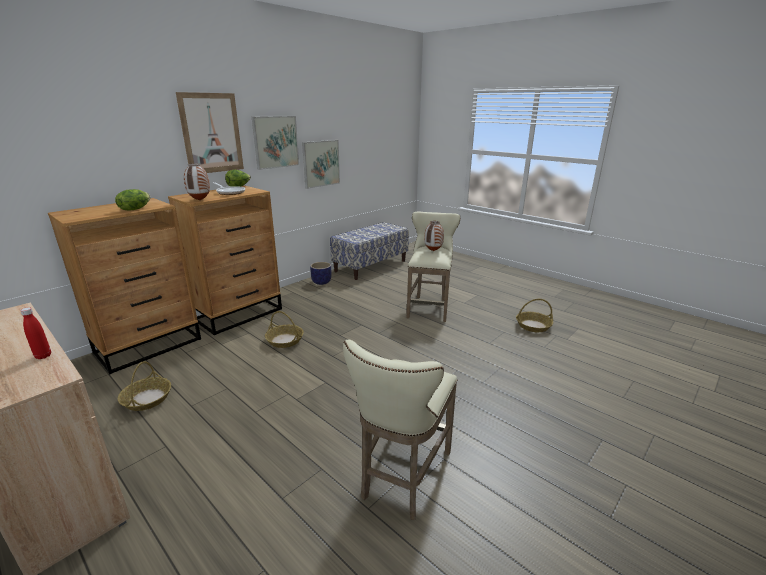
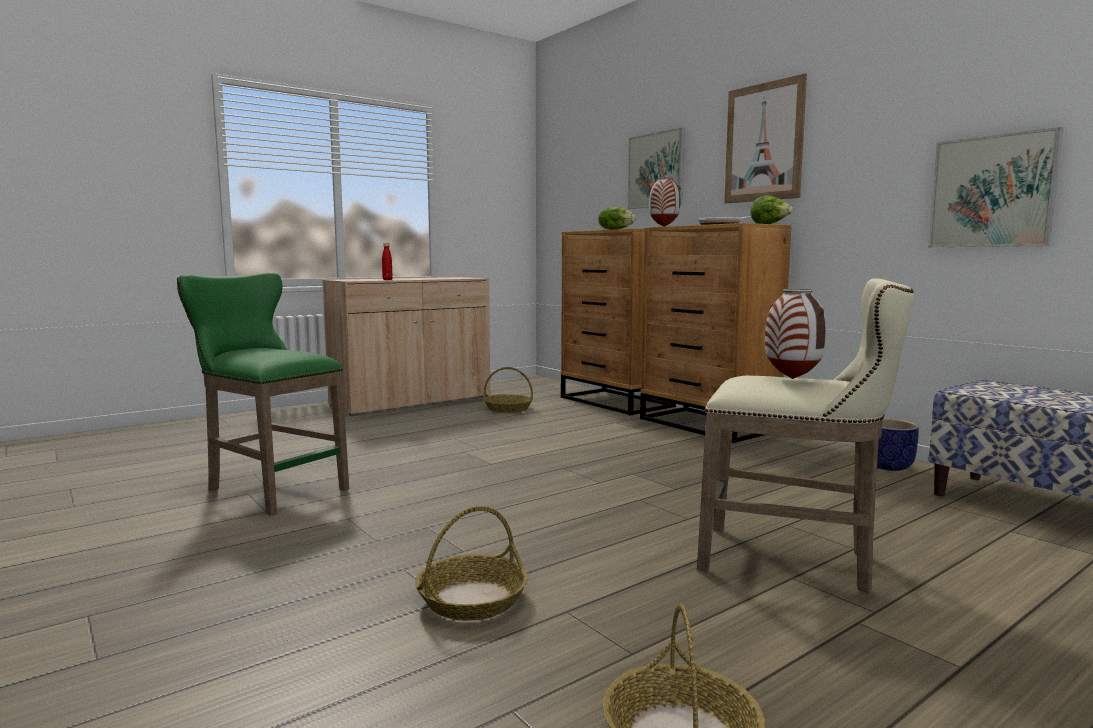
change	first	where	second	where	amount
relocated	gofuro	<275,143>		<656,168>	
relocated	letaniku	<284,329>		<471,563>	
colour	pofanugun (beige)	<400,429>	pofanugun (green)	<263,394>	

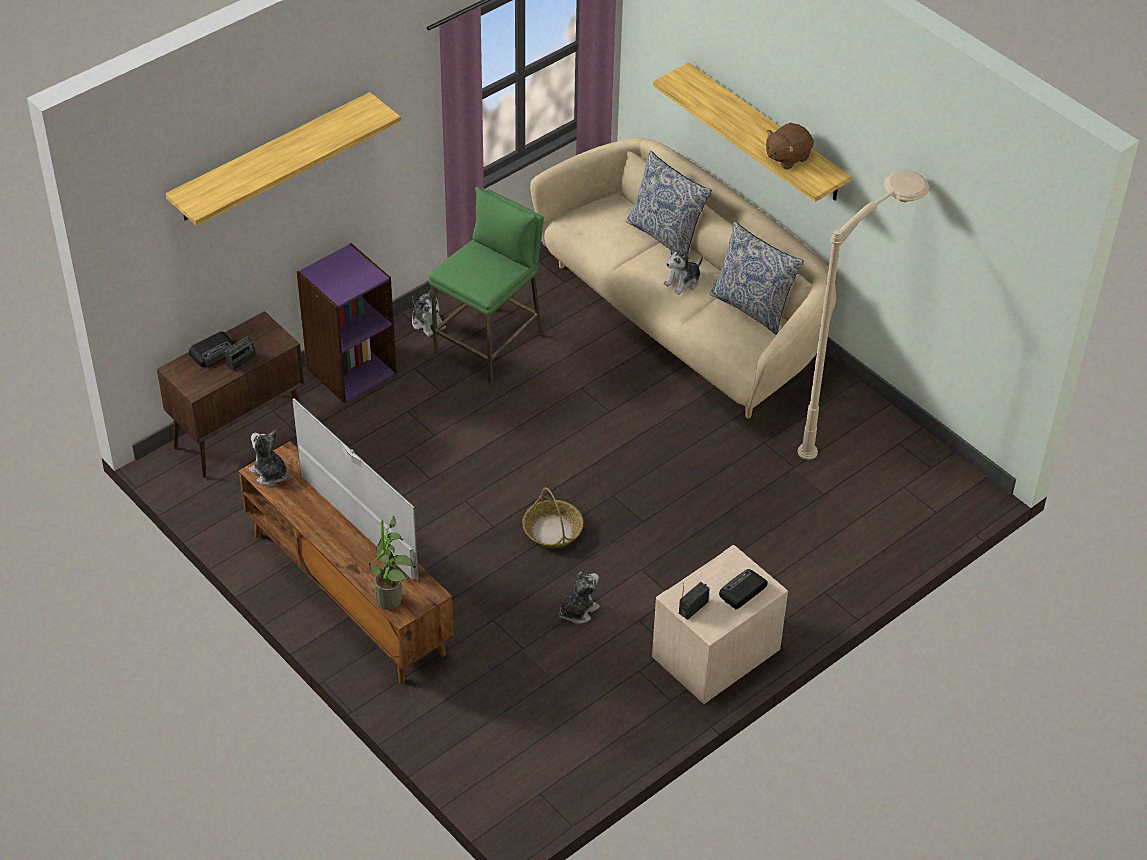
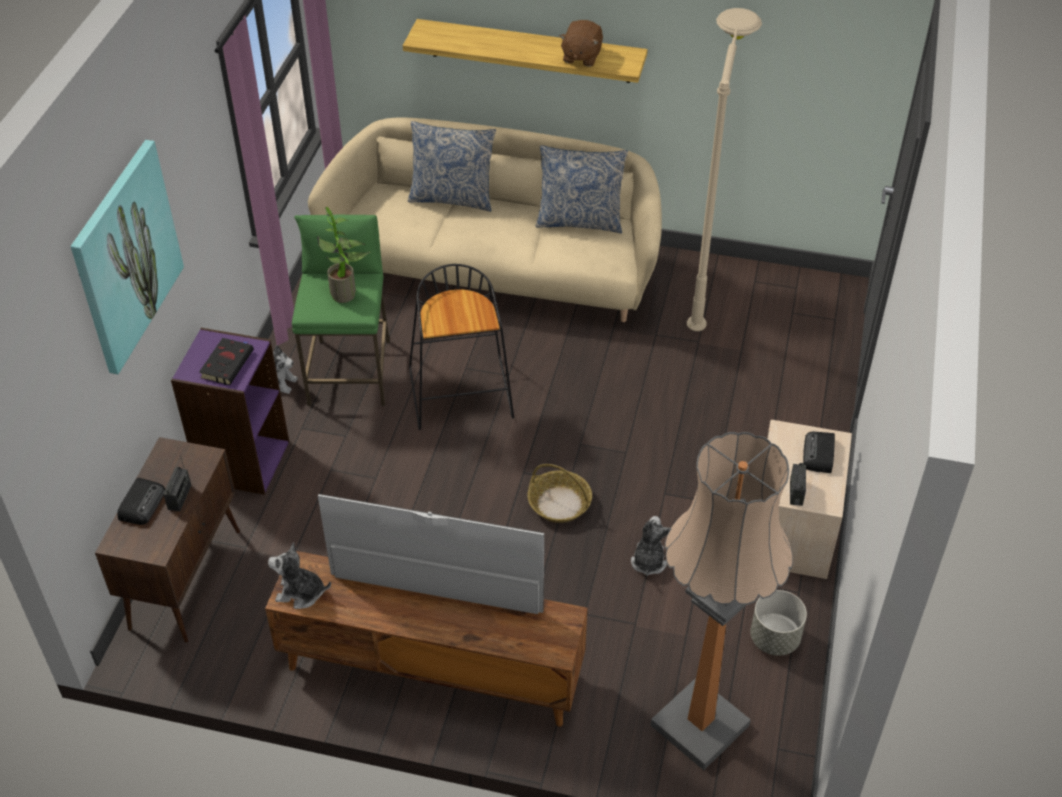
change	first	where	second	where	amount
missing	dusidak	<683,270>			
appeared			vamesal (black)	<226,361>	
appeared			pofanugun (black)	<461,347>	
appeared			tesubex	<722,601>	
appeared			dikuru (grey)	<778,623>	
relocated	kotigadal	<392,563>		<343,255>	
exchanged	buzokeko	<283,159>	gofuro	<127,257>	

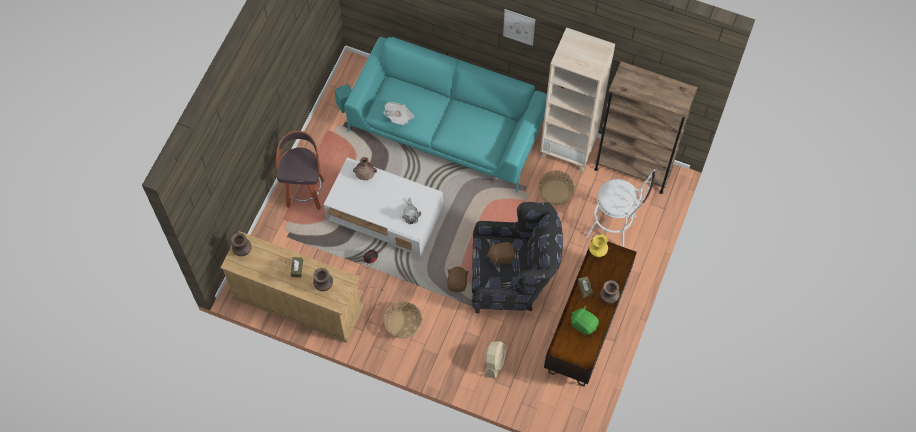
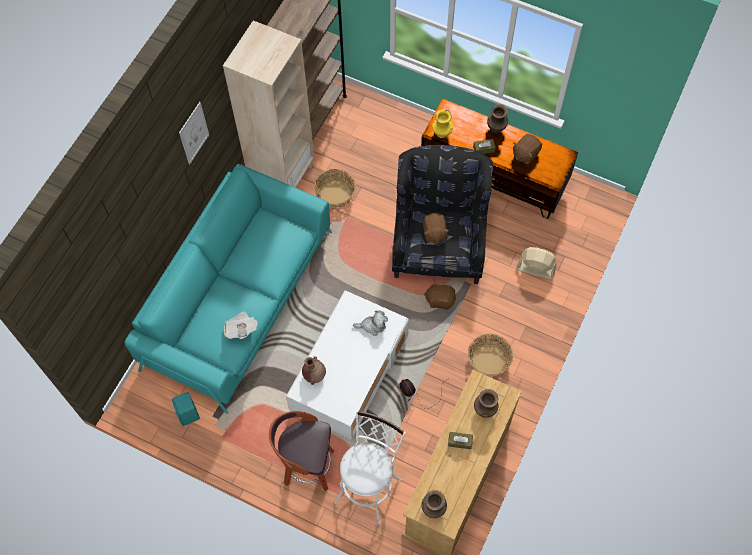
change	first	where	second	where	amount
relocated	pofanugun (white)	<620,208>		<370,467>	
colour	dusidak (green)	<585,320>	dusidak (brown)	<527,149>	

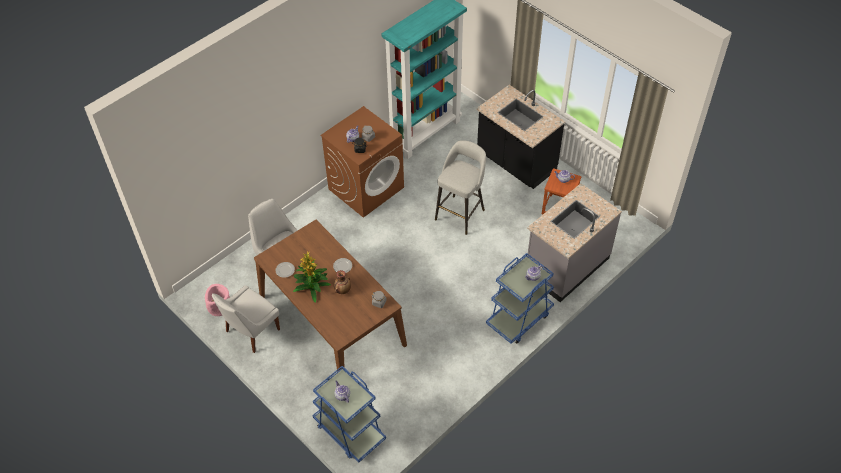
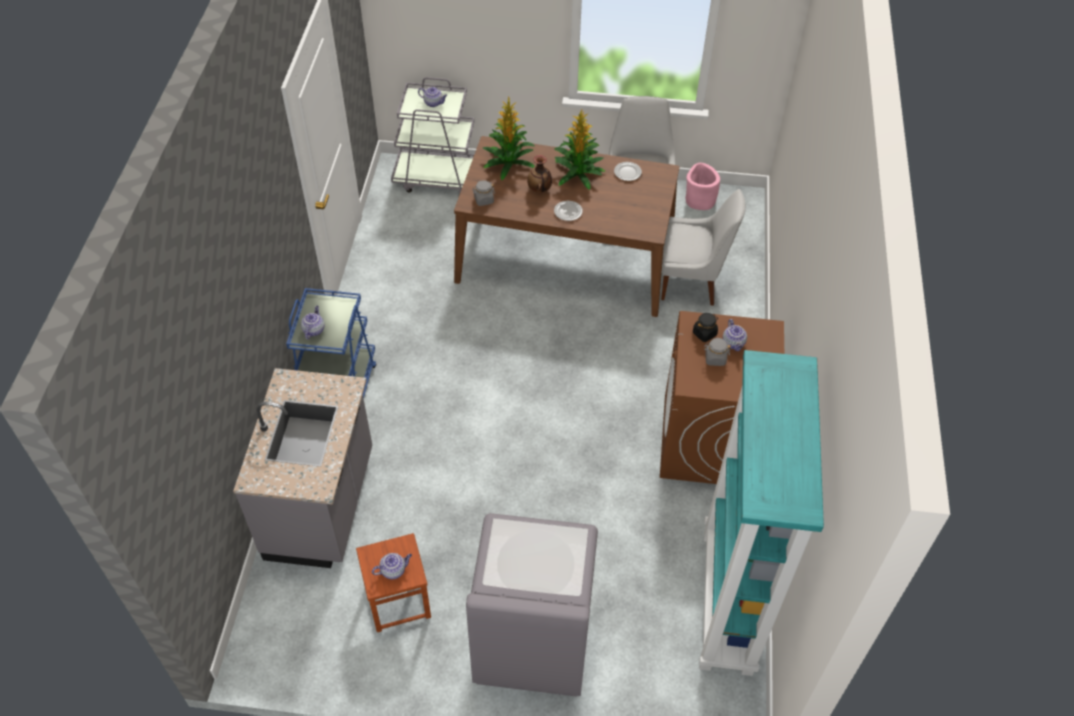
change	first	where	second	where	amount
missing	pofanugun (grey)	<460,187>			
appeared			kotigadal	<509,138>	
exchanged	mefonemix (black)	<520,137>	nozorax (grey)	<532,605>	
colour	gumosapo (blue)	<349,414>	gumosapo (grey)	<432,135>	

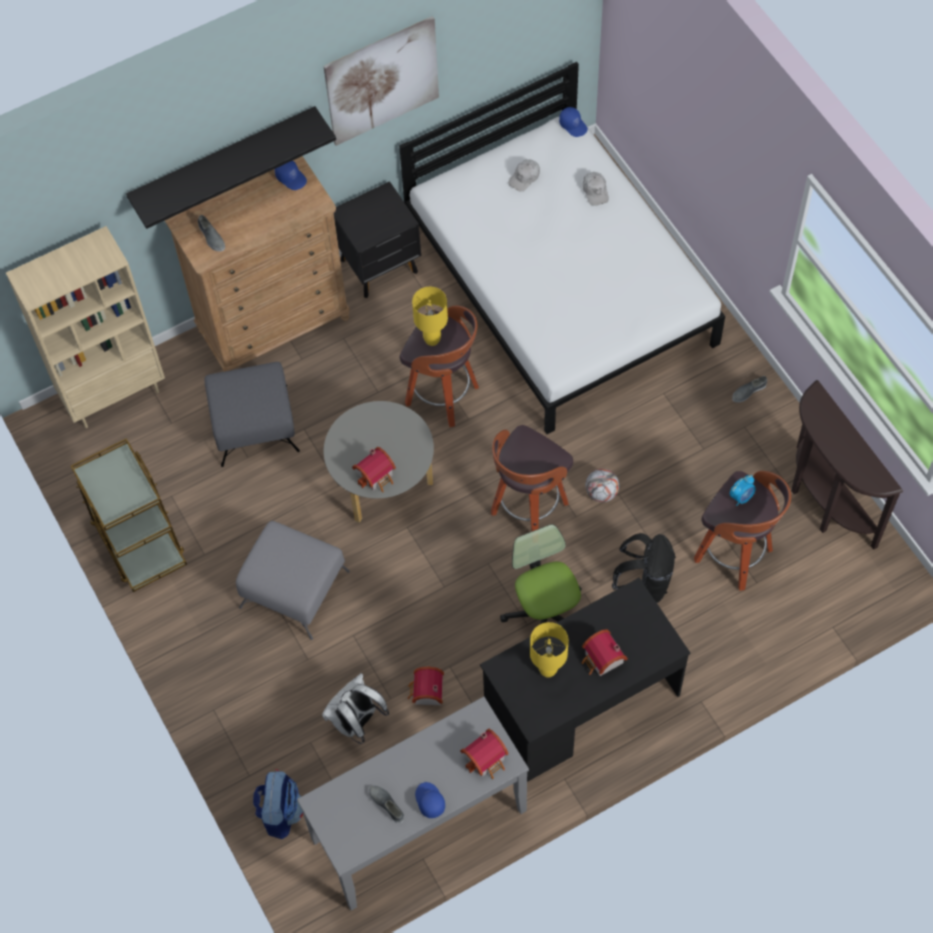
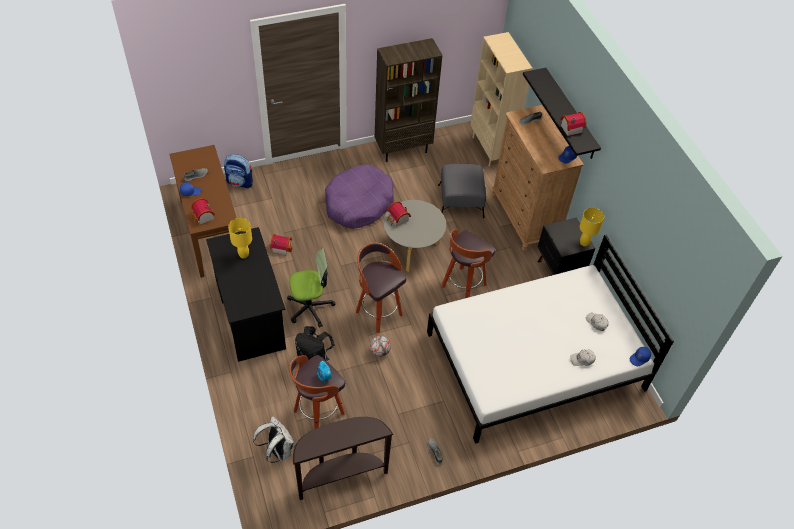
change	first	where	second	where	amount
missing	gofuro	<381,81>			
relocated	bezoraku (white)	<355,708>		<274,439>	
relocated	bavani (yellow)	<430,316>		<591,227>	
relocated	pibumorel	<605,652>		<573,124>	
exchanged	gumosapo (brown)	<129,515>	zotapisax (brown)	<408,100>	
exchanged	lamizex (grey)	<293,580>	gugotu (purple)	<359,196>	
colour	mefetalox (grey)	<413,804>	mefetalox (brown)	<203,211>	

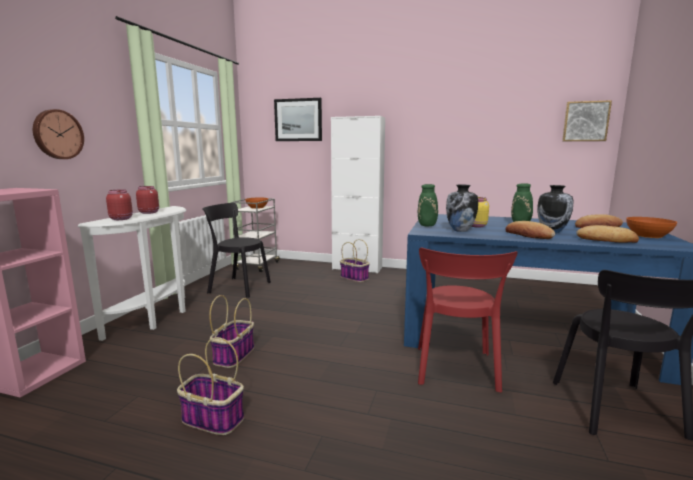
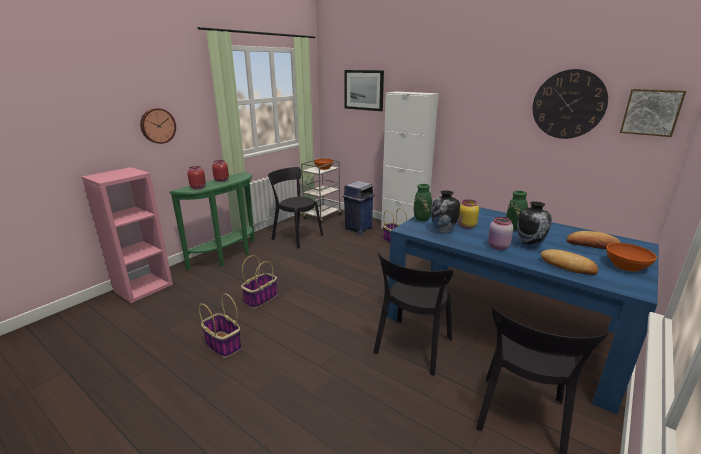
change	first	where	second	where	amount
appeared			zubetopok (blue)	<359,208>	
appeared			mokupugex	<570,104>	
exchanged	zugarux	<530,230>	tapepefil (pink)	<501,233>	
colour	mefetalox (white)	<131,273>	mefetalox (green)	<212,221>	
colour	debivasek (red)	<468,319>	debivasek (black)	<413,313>	

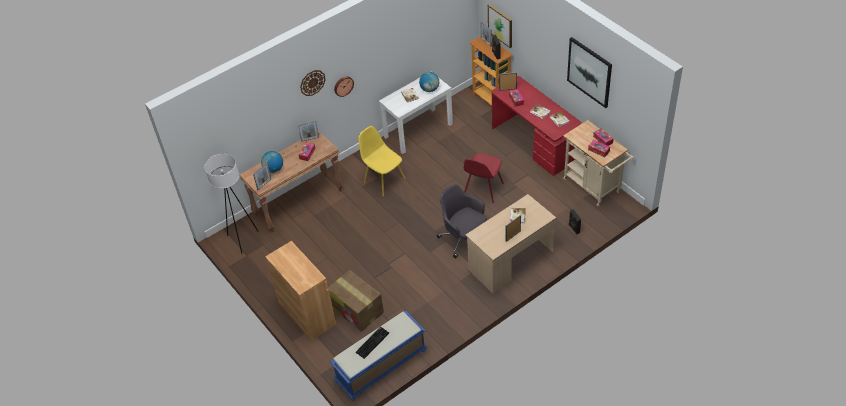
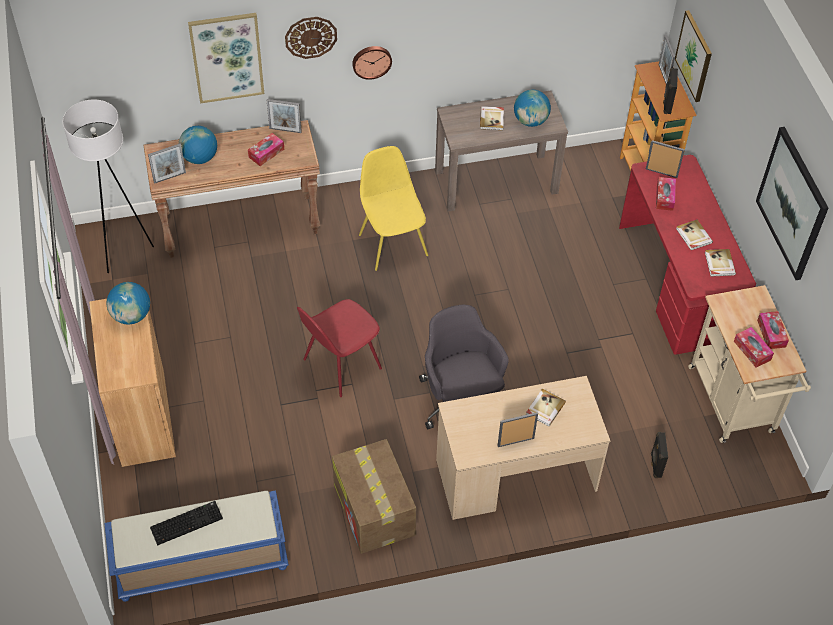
change	first	where	second	where	amount
appeared			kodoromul	<128,303>	
appeared			gofuro	<226,58>	
relocated	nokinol	<356,301>		<374,496>	
relocated	debivasek (red)	<484,178>		<339,348>	
colour	mefetalox (white)	<416,115>	mefetalox (brown)	<501,150>	

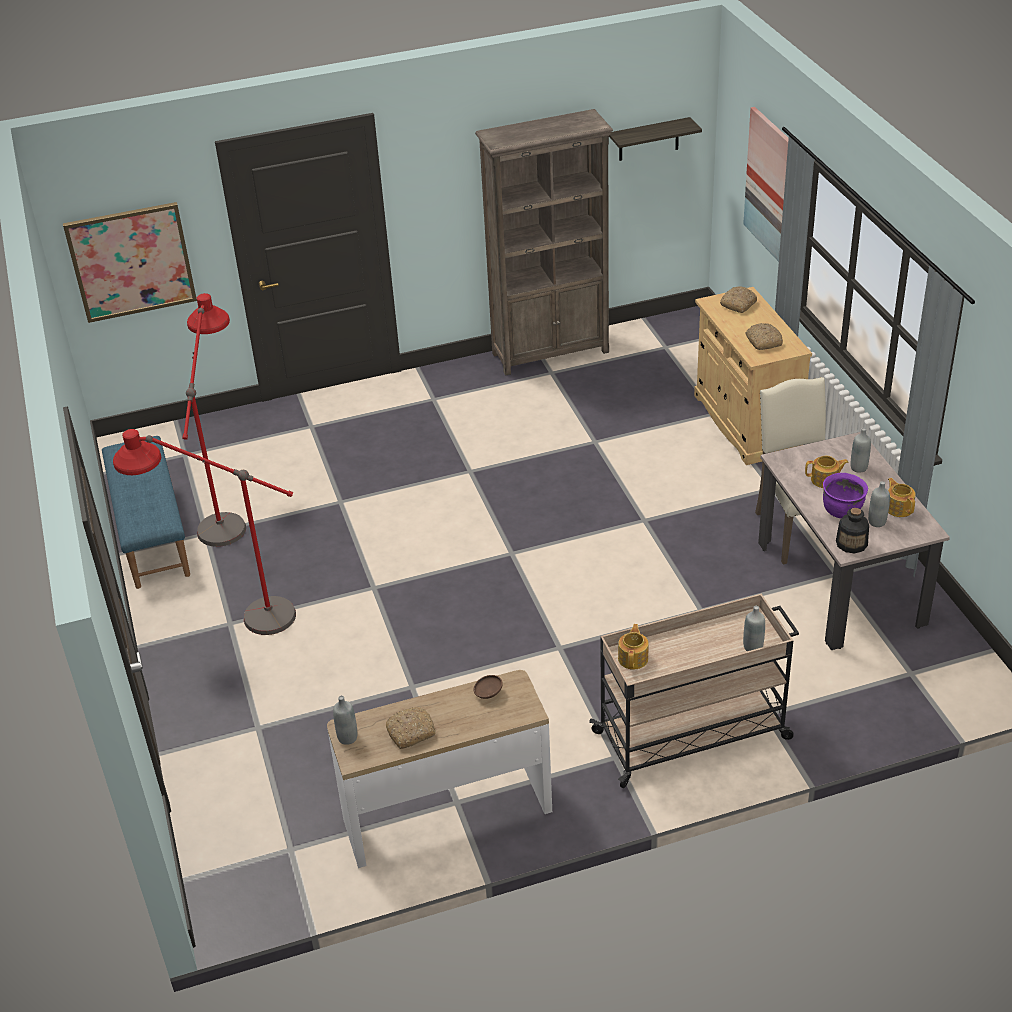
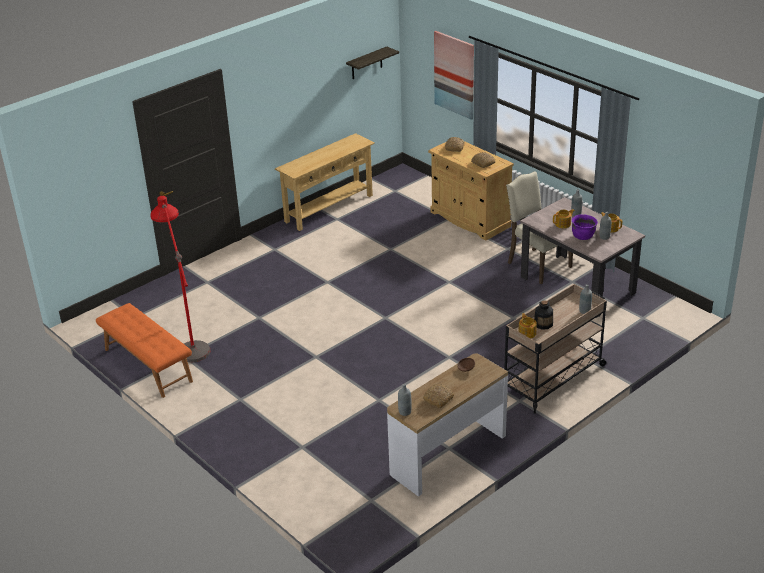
change	first	where	second	where	amount
missing	gofuro	<130,262>			
missing	tesubex (red)	<204,532>			
relocated	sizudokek	<852,531>		<543,315>	
exchanged	zotapisax (brown)	<544,242>	mefetalox (beige)	<325,182>	
colour	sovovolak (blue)	<146,512>	sovovolak (orange)	<144,350>	

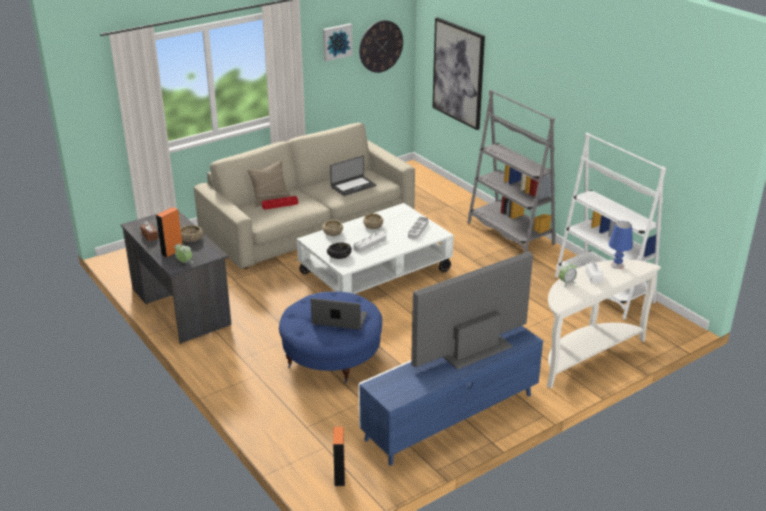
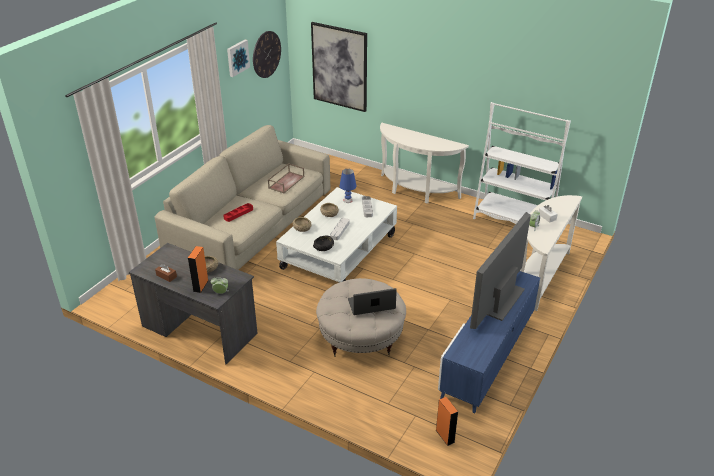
change	first	where	second	where	amount
missing	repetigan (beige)	<268,183>			
relocated	bavani (blue)	<621,245>		<348,186>	
exchanged	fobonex	<353,175>	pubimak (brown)	<286,178>	
exchanged	zotapisax (grey)	<511,171>	mefetalox (white)	<424,163>	
colour	lamizex (blue)	<330,337>	lamizex (beige)	<361,317>	

